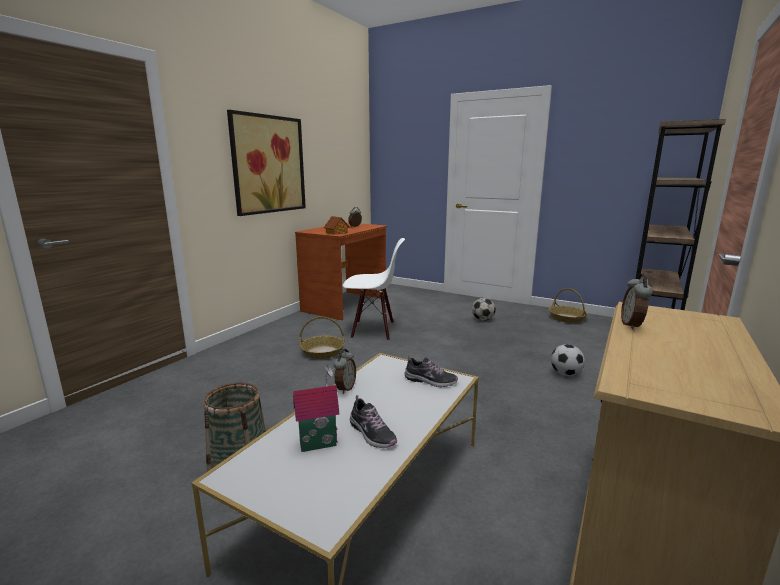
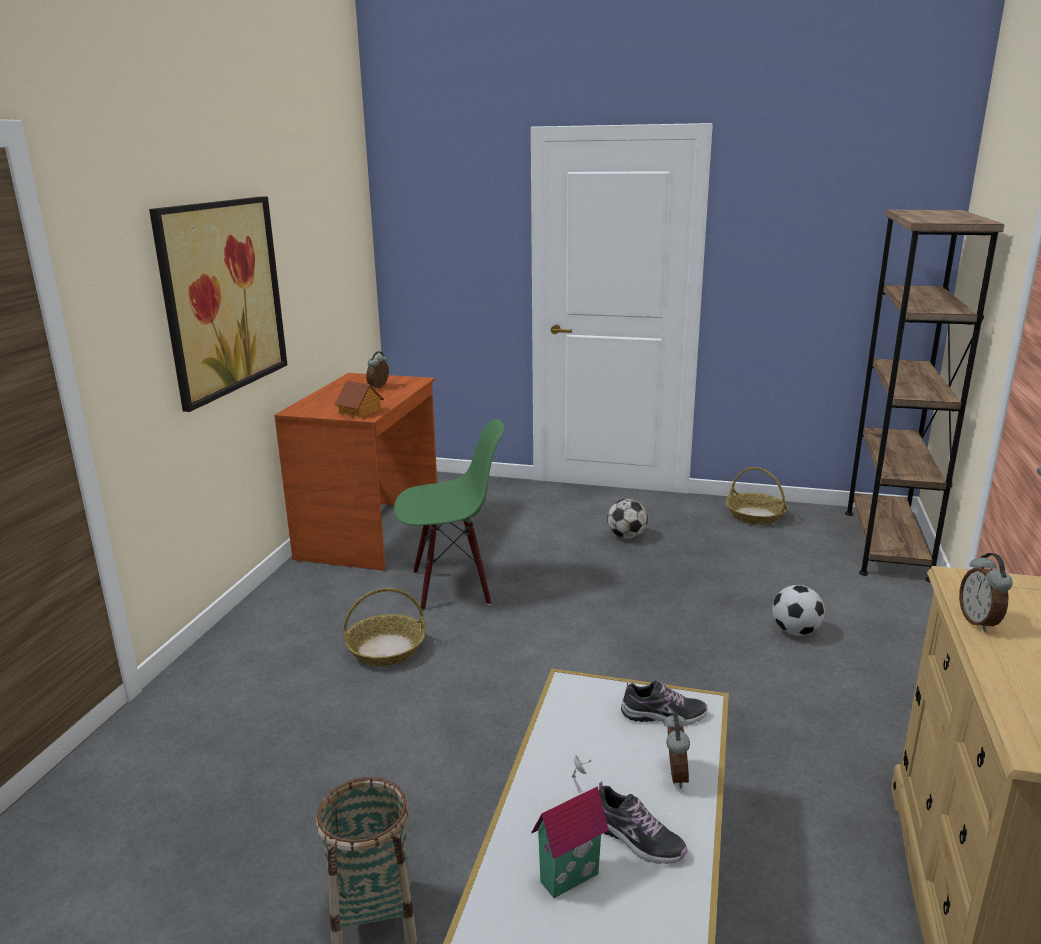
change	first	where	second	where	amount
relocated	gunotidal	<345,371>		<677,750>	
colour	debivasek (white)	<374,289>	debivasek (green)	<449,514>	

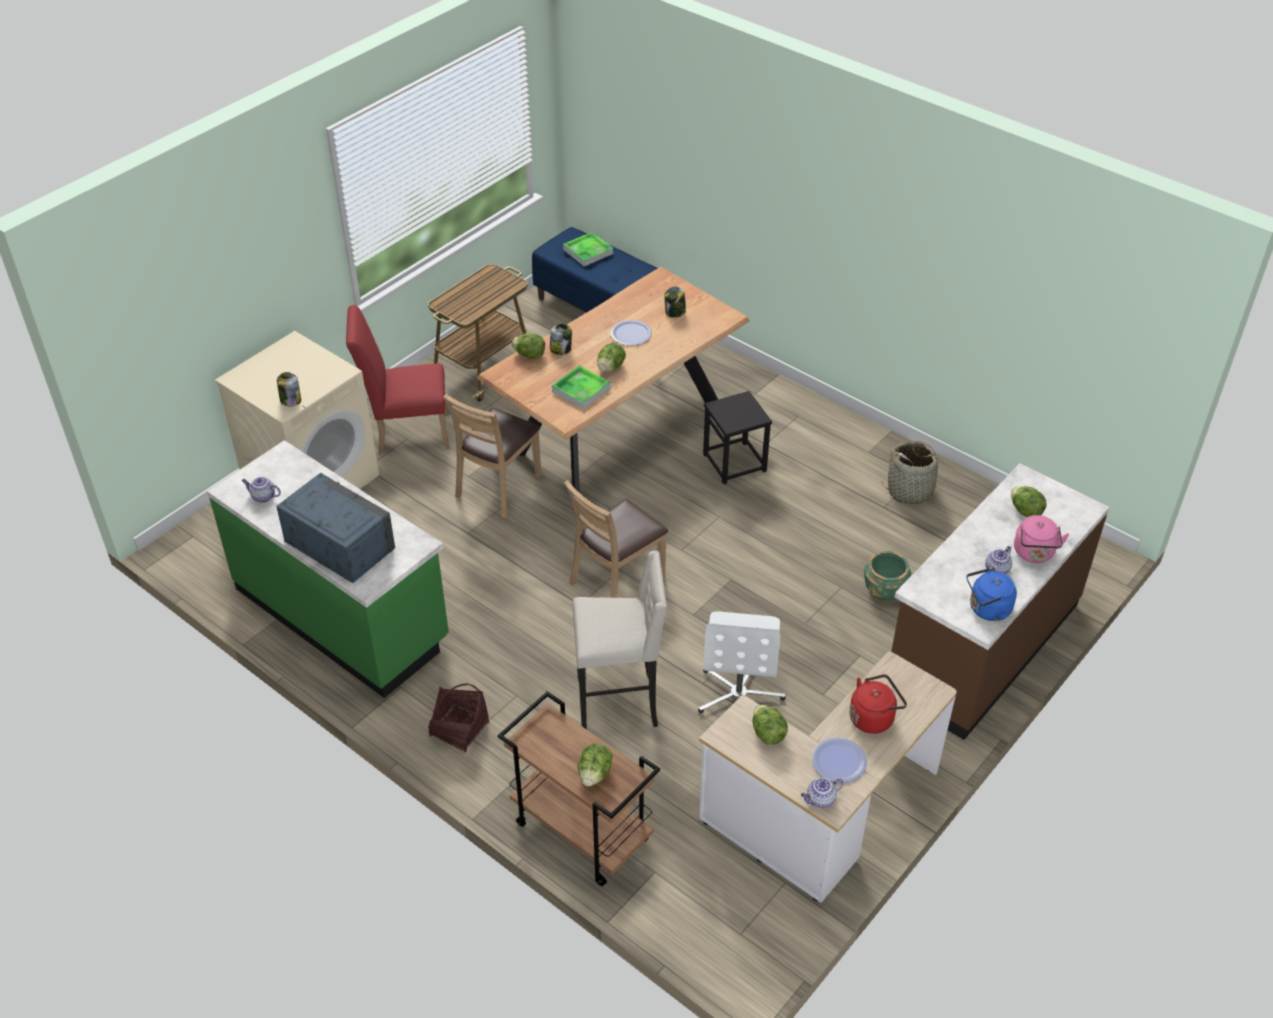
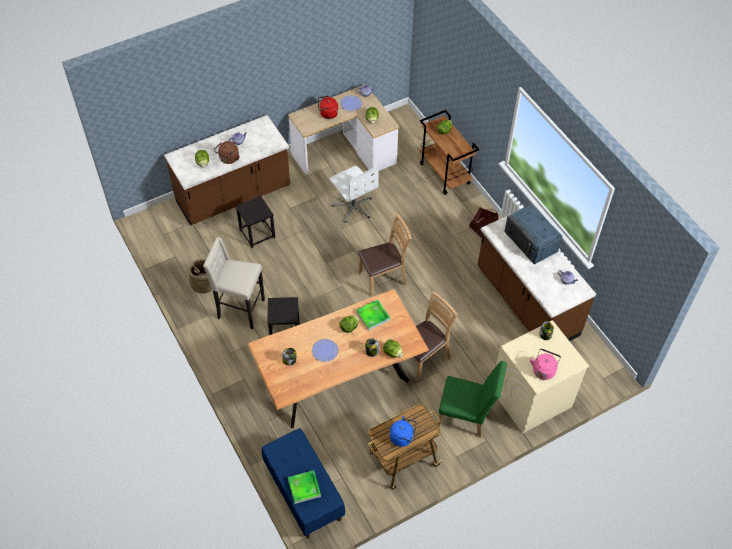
change	first	where	second	where	amount
appeared			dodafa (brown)	<226,152>	
relocated	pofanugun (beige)	<619,640>		<234,283>	
relocated	dodafa (blue)	<991,594>		<403,431>	
relocated	dodafa (pink)	<1041,539>		<545,364>	
exchanged	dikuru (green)	<887,577>	pofanugun (black)	<255,222>	
colour	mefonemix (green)	<328,569>	mefonemix (brown)	<536,276>	
colour	debivasek (red)	<397,379>	debivasek (green)	<472,399>	
spun	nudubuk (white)	<742,662>		<354,194>	120 degrees clockwise

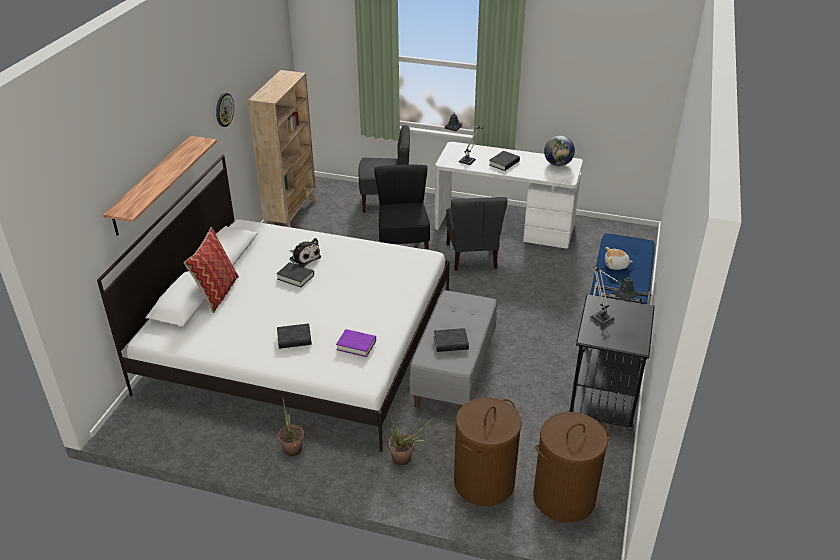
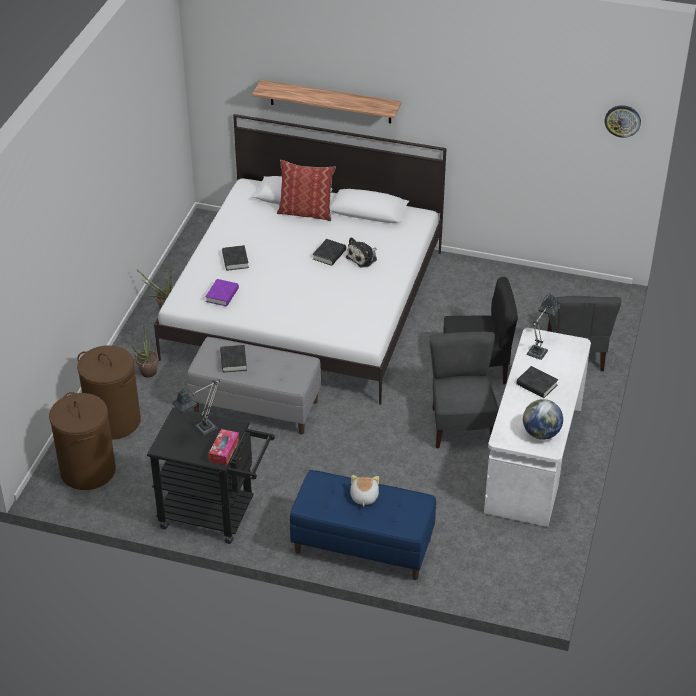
change	first	where	second	where	amount
missing	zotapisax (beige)	<282,148>			
appeared			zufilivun	<223,447>	
relocated	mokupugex	<225,110>		<623,121>	
spun	debivasek (grey)	<477,234>		<464,390>	90 degrees clockwise

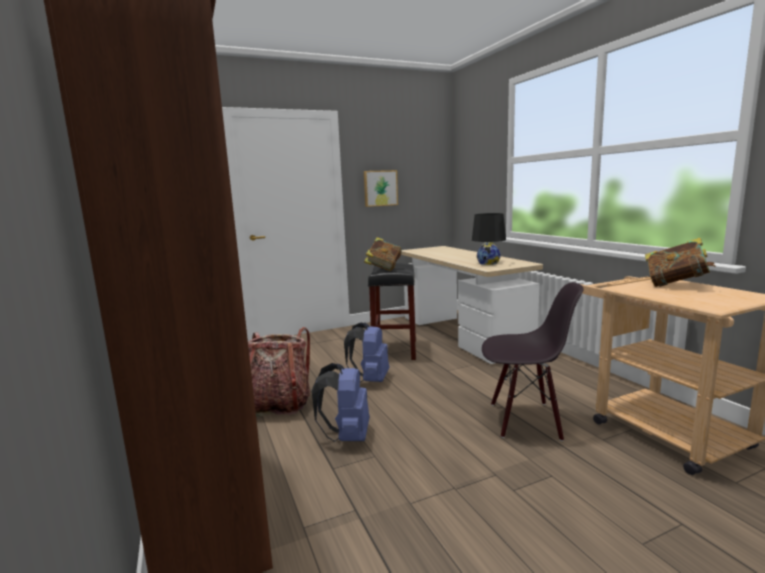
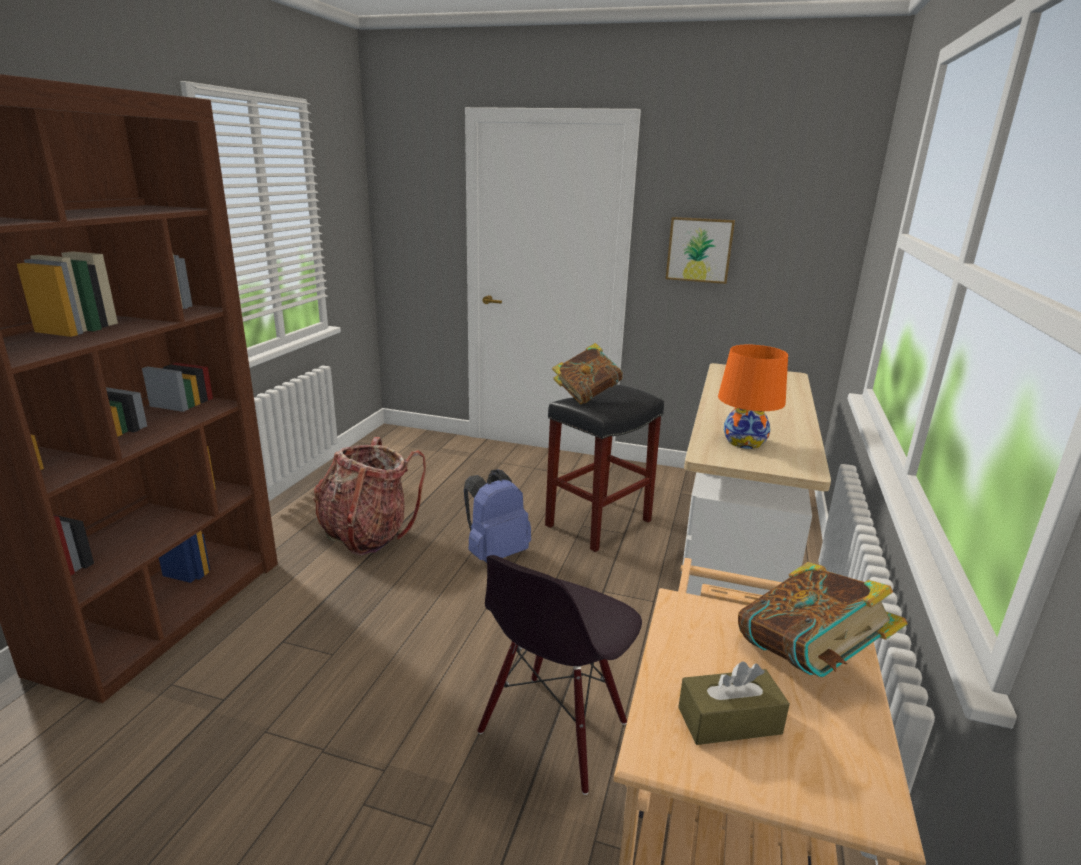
change	first	where	second	where	amount
missing	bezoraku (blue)	<341,402>			
appeared			zufilivun (brown)	<734,703>	
colour	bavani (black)	<489,239>	bavani (orange)	<753,397>	
spun	debivasek (black)	<533,361>		<559,675>	75 degrees clockwise

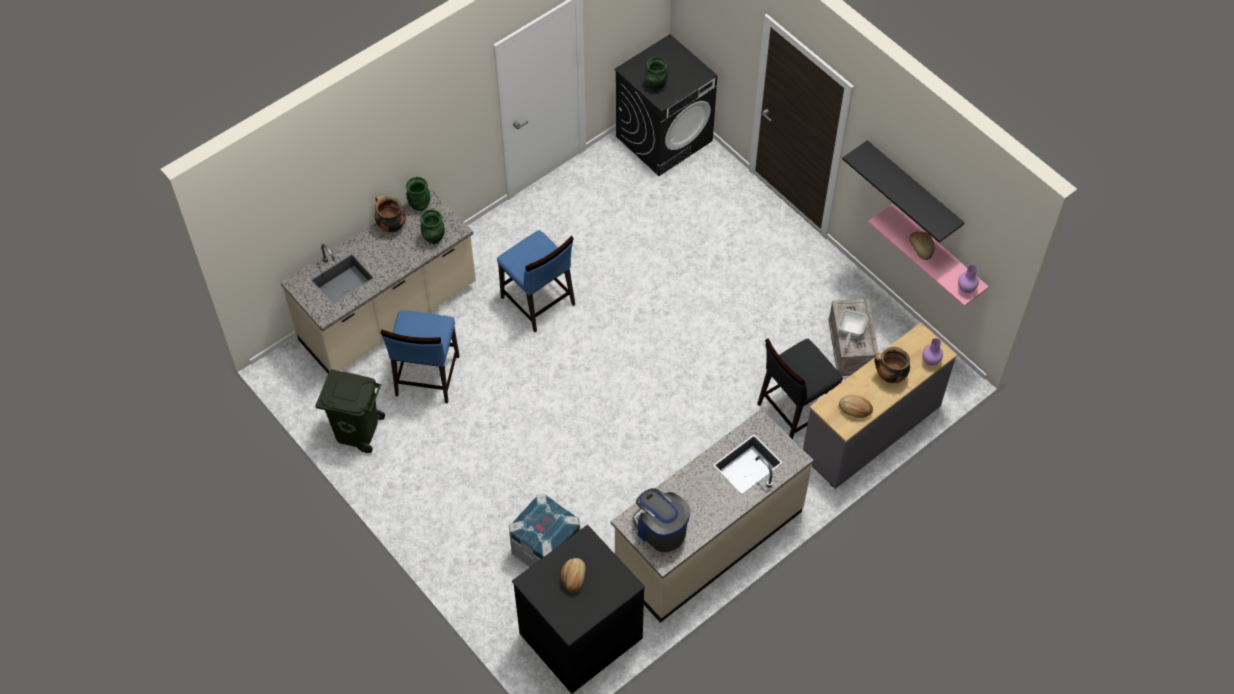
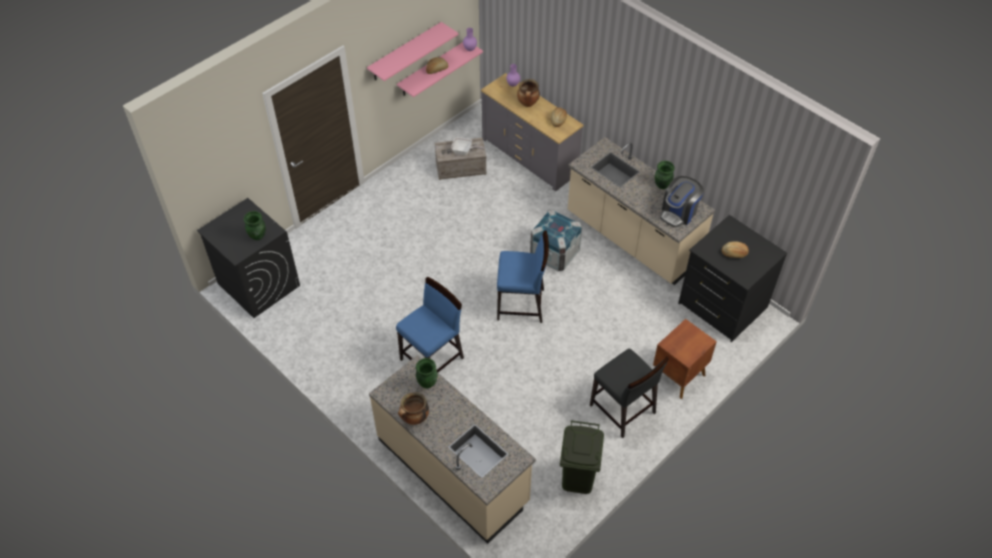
change	first	where	second	where	amount
appeared			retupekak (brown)	<685,359>	
relocated	debivasek (blue)	<420,356>		<523,276>	
relocated	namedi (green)	<418,194>		<665,175>	
relocated	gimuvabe	<544,530>		<556,240>	
relocated	debivasek (black)	<800,388>		<629,393>	
colour	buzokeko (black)	<903,191>	buzokeko (pink)	<413,51>	

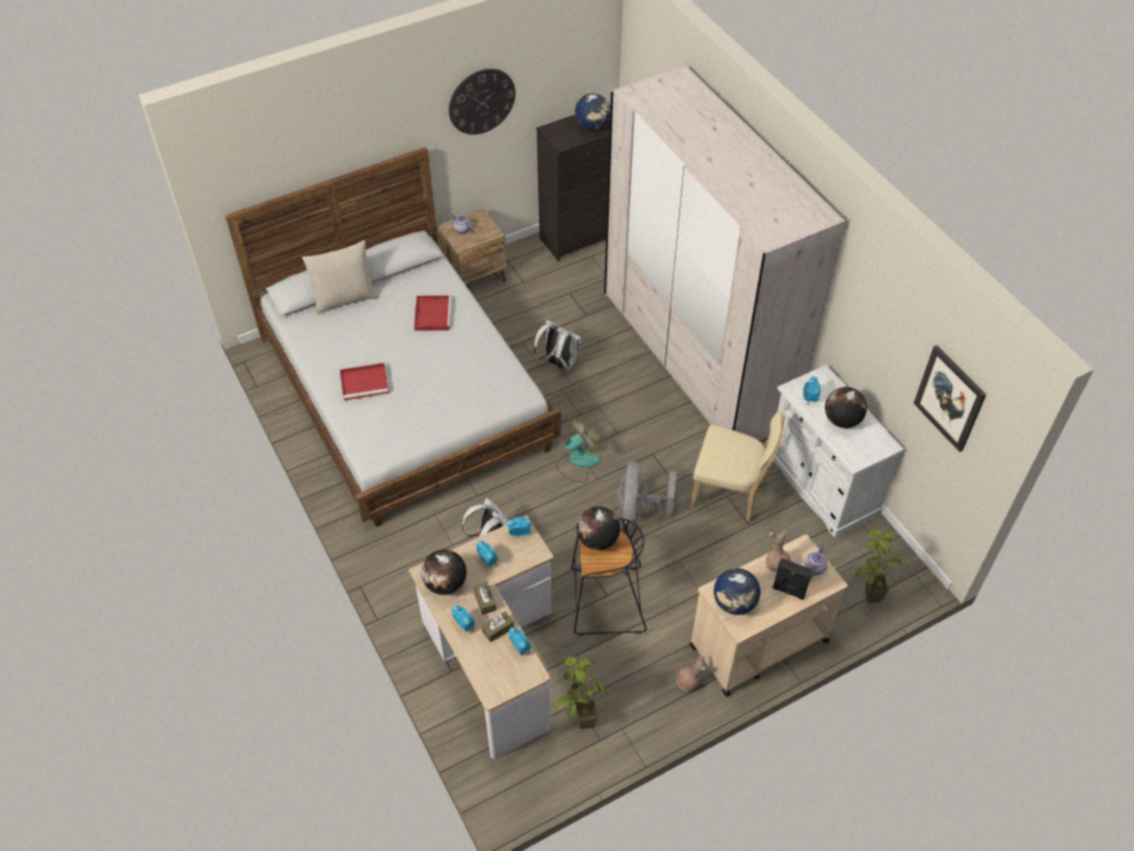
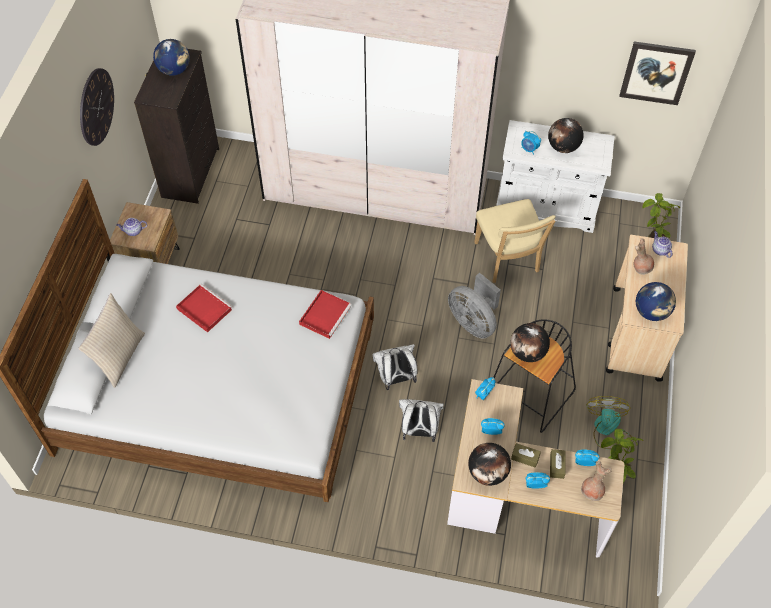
change	first	where	second	where	amount
missing	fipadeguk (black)	<792,579>			
relocated	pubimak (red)	<364,382>		<325,314>	
relocated	bezoraku (white)	<558,345>		<395,367>	
relocated	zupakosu	<578,450>		<609,422>	
relocated	namedi (brown)	<691,673>		<596,481>	
spun	debivasek (beige)	<737,466>		<515,241>	105 degrees clockwise

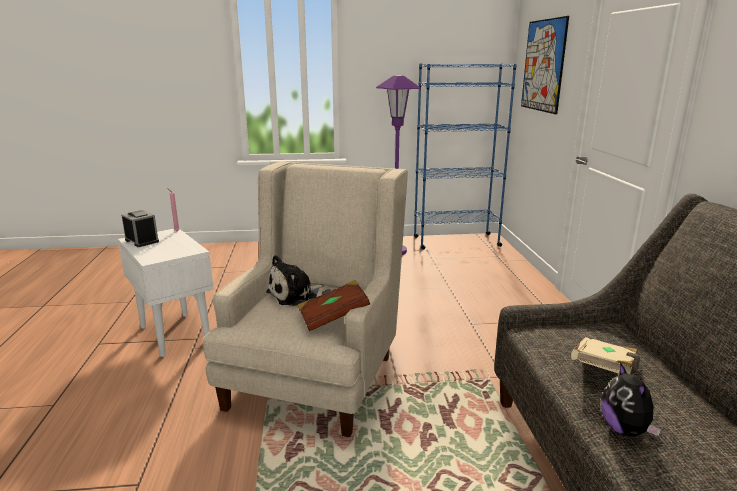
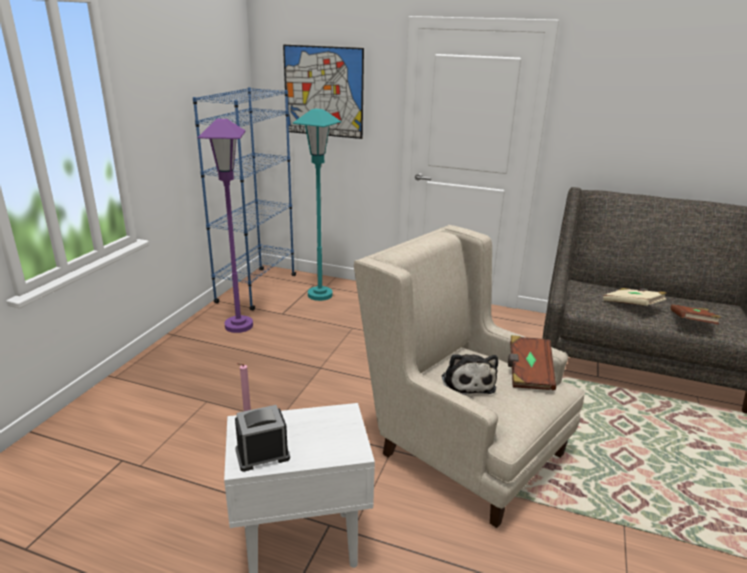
change	first	where	second	where	amount
appeared			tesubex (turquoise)	<317,205>	
exchanged	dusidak	<631,399>	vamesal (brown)	<695,314>	

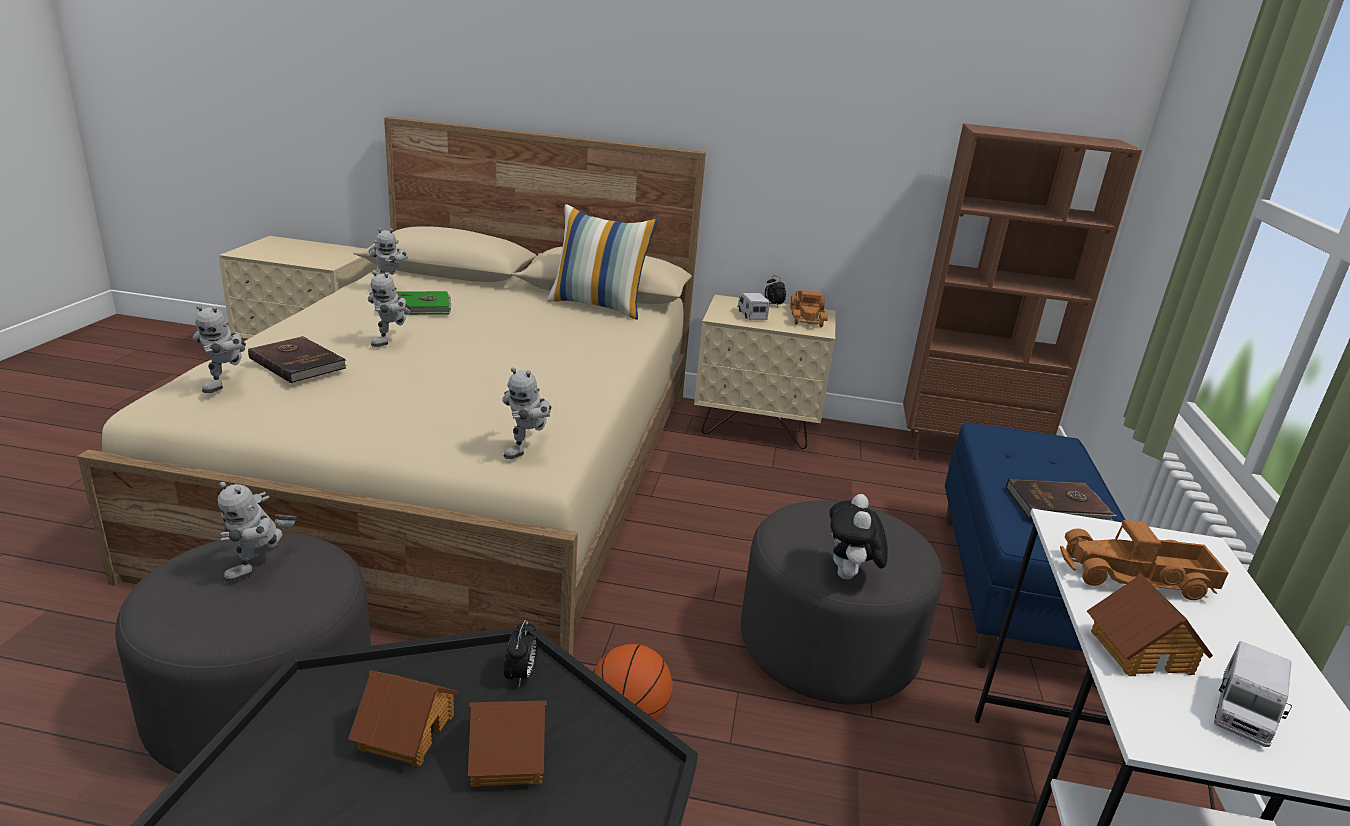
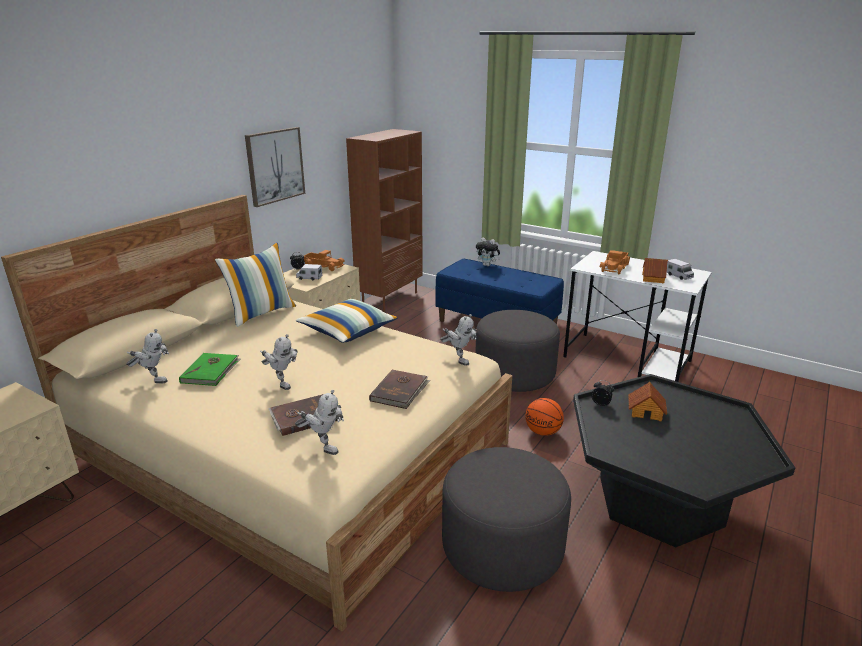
change	first	where	second	where	amount
missing	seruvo	<257,532>			
missing	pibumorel	<403,718>			
appeared			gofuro	<275,167>	
appeared			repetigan	<347,320>	
relocated	dusidak	<858,536>		<488,252>	
relocated	vamesal (brown)	<1061,500>		<399,389>	

